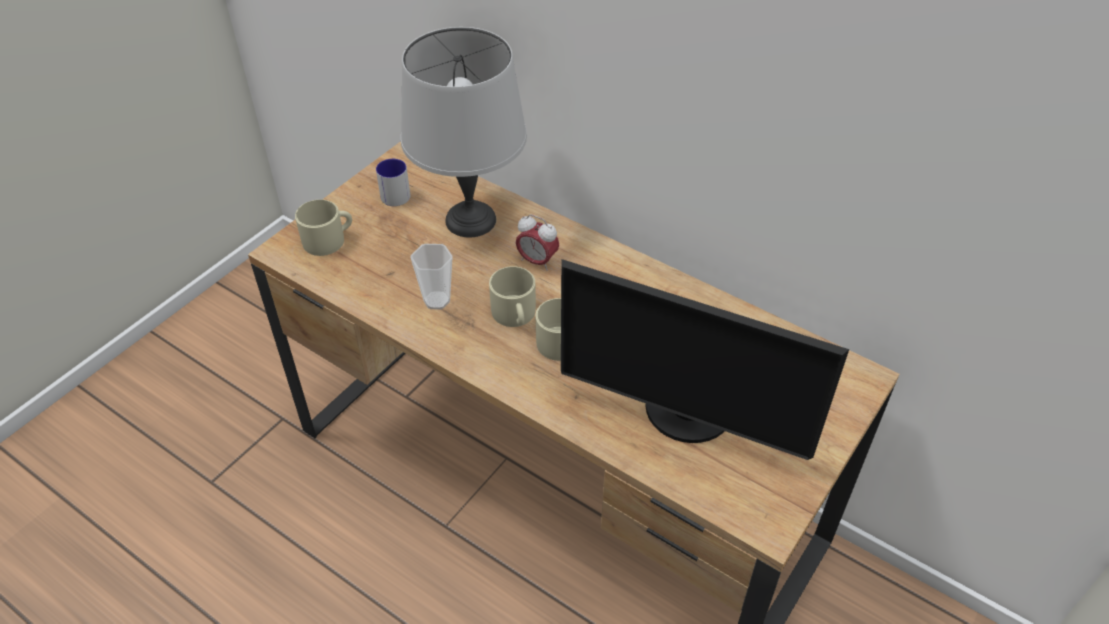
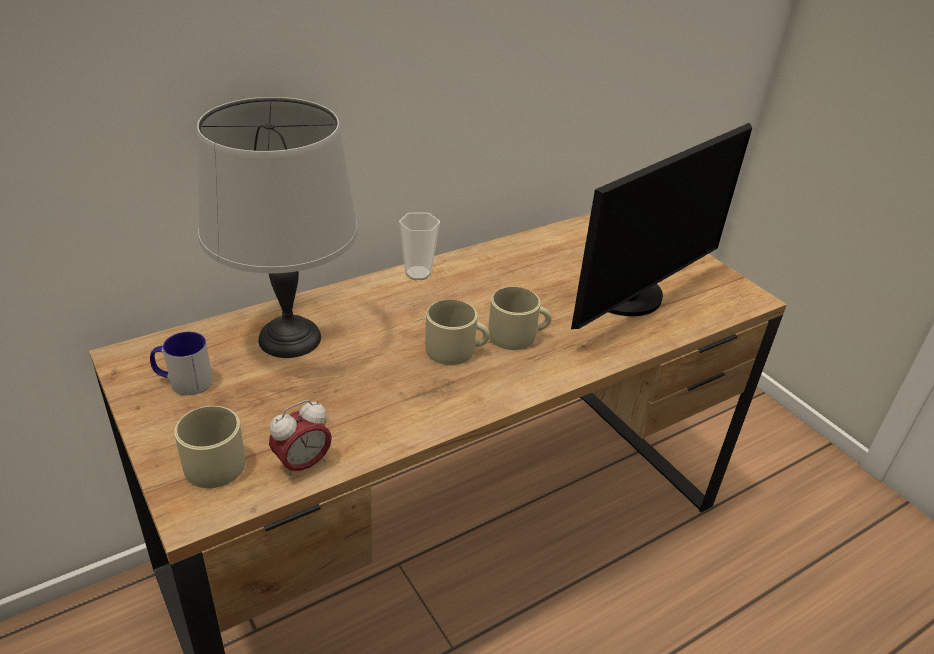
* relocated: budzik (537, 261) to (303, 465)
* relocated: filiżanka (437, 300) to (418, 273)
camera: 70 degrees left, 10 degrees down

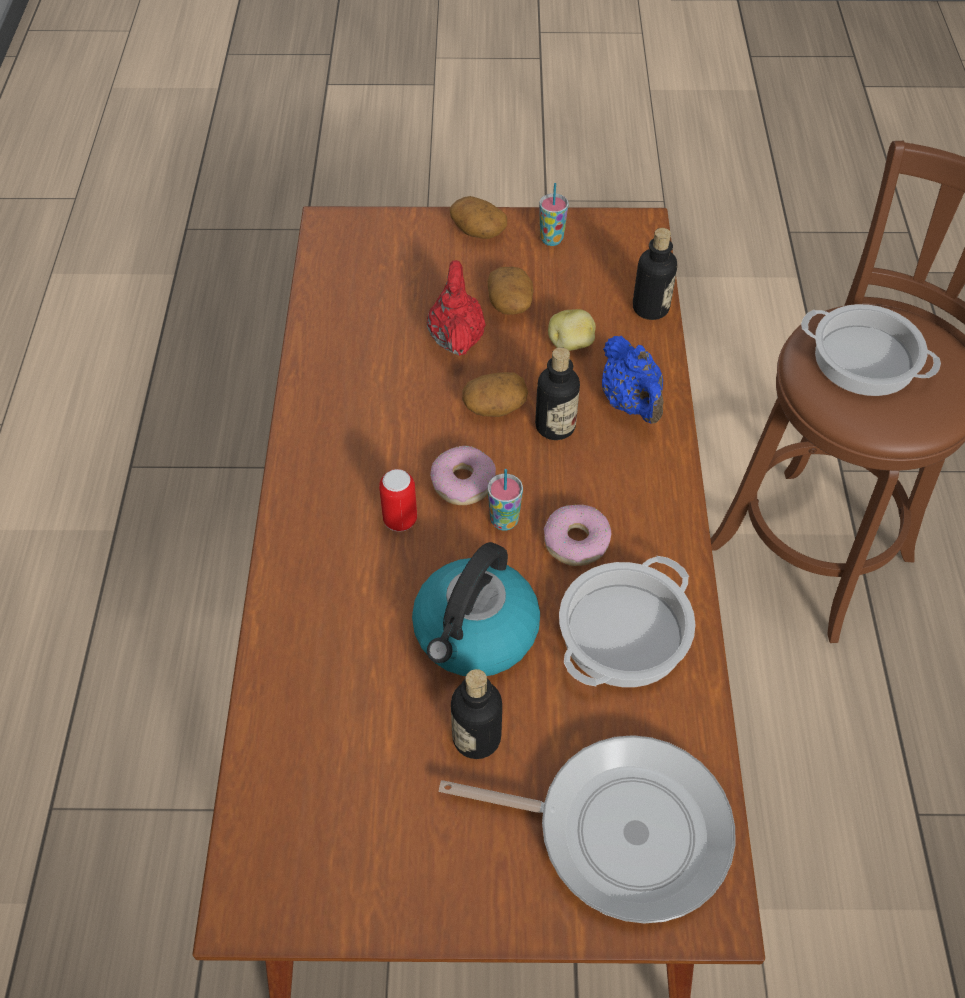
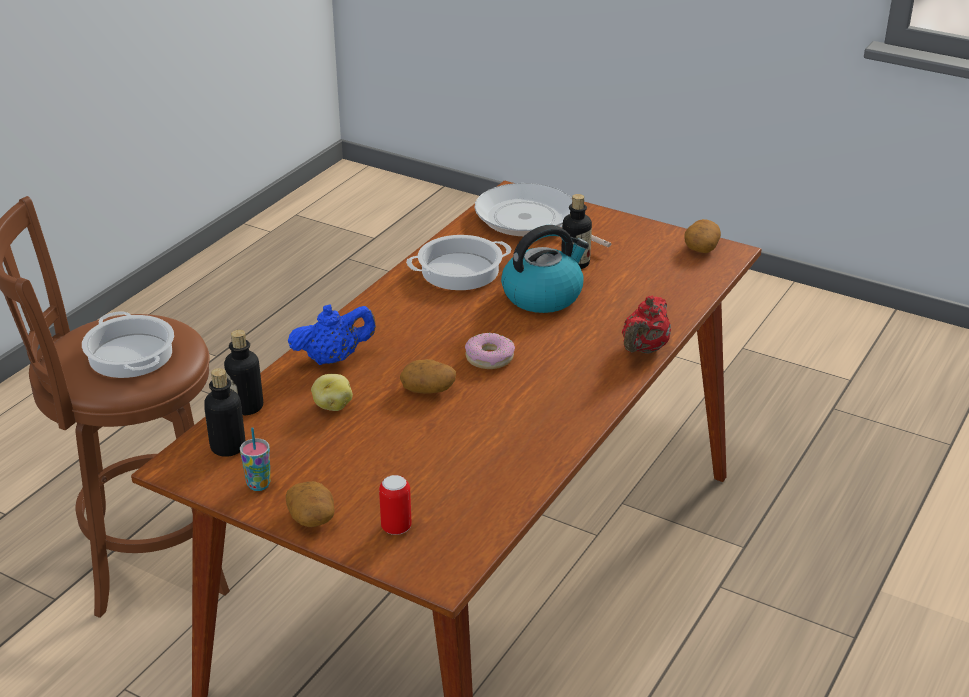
* relocated: butelka (555, 426) to (228, 447)
* spun: imbryk [niebieski] (631, 403) = (333, 358) 60 degrees clockwise
* relocated: puszka (400, 520) to (396, 527)
* relocated: imbryk [czerwony] (456, 338) to (644, 349)
* relocated: ziemniak (510, 303) to (701, 247)
* missing: filiżanka (504, 521)
* missing: donut (576, 541)
camera: 150 degrees left, 20 degrees down

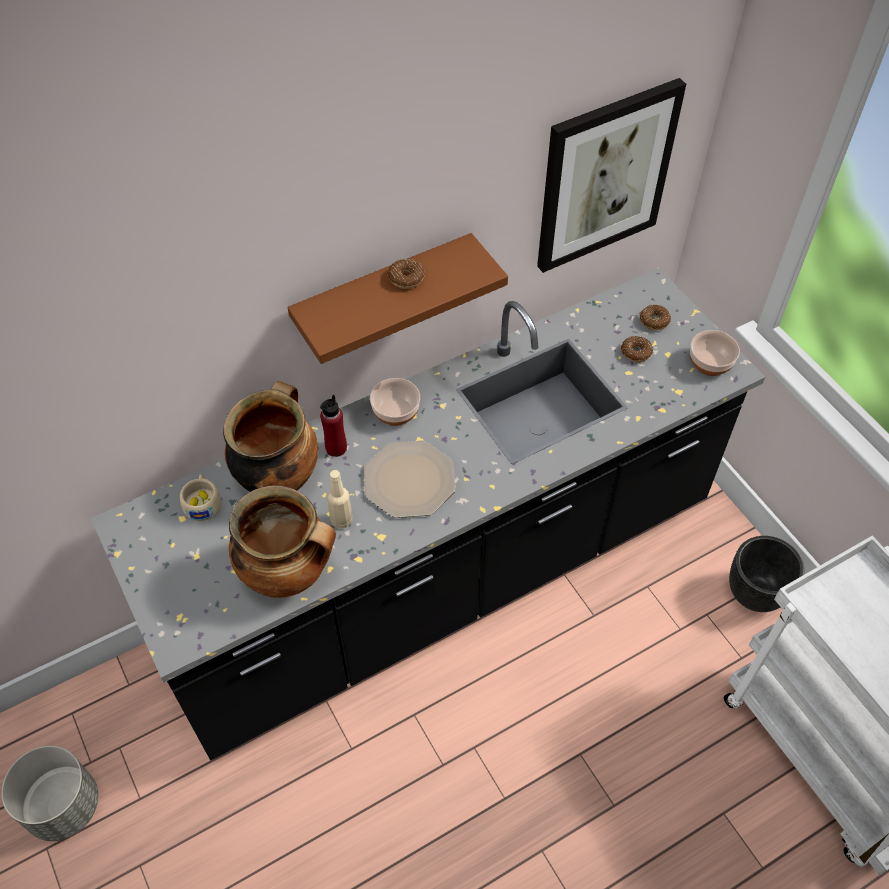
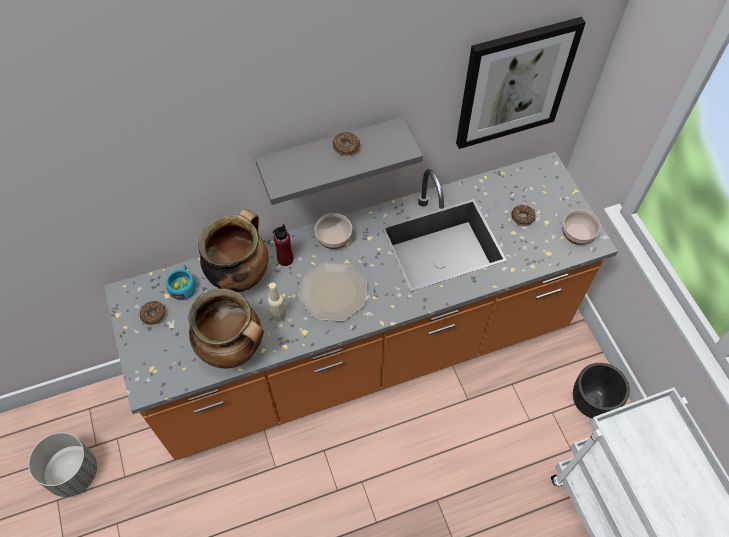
* colour: zabudowa kuchenna [czarny] (444, 580) to zabudowa kuchenna [pomarańczowy] (364, 355)
* relocated: donut (654, 321) to (153, 315)
* colour: filiżanka [beżowy] (203, 502) to filiżanka [turkusowy] (183, 286)
* colour: półka [brązowy] (383, 297) to półka [szary] (331, 156)
camera: 10 degrees right, 5 degrees up

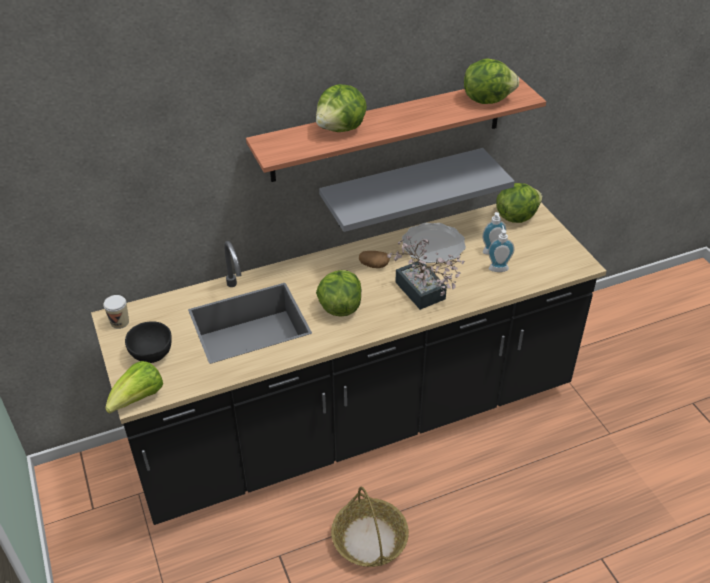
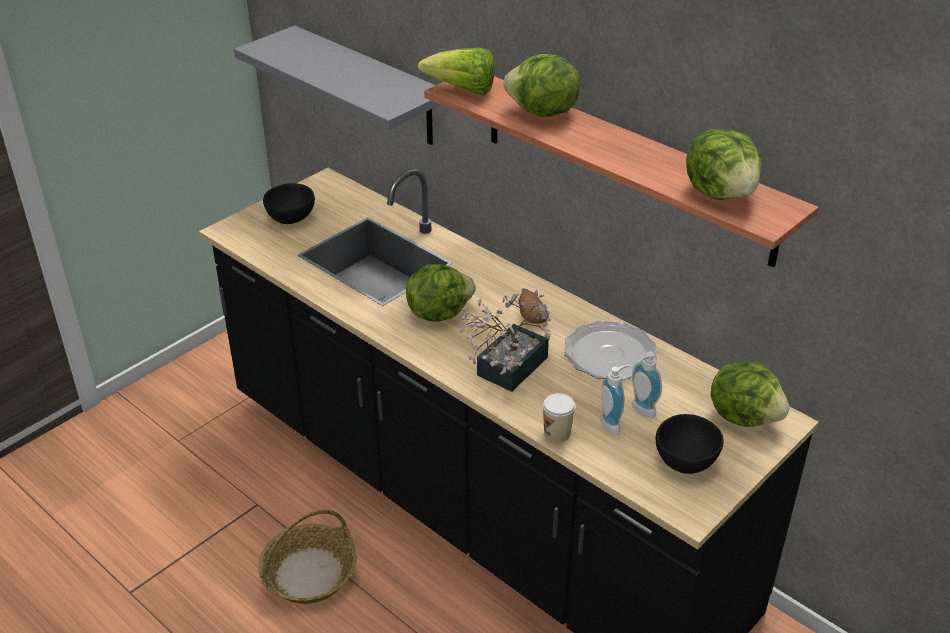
* relocated: półka [szary] (402, 188) to (370, 86)
* relocated: sałata (138, 399) to (462, 90)
* relocated: filiżanka (120, 322) to (557, 433)
* appeared: miska [czarny] (684, 461)
camera: 65 degrees right, 5 degrees down

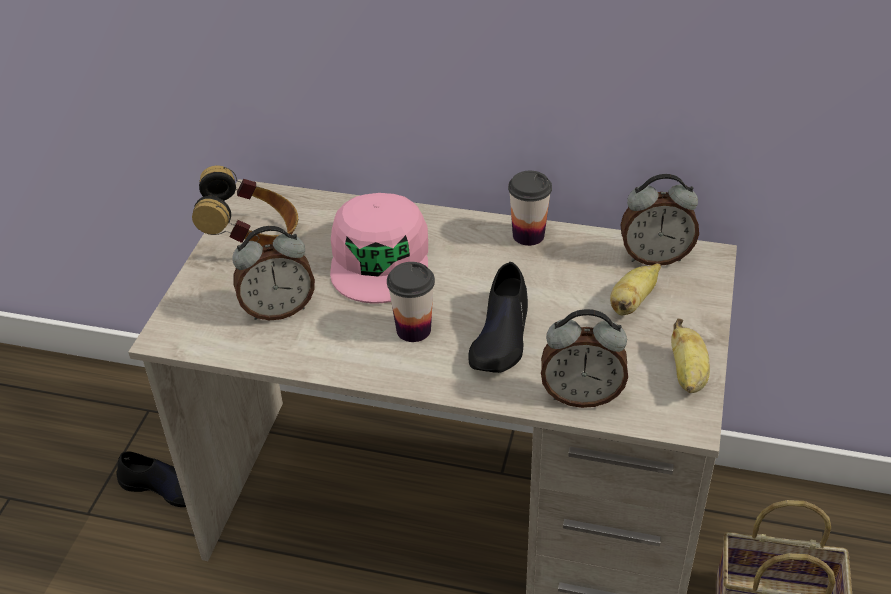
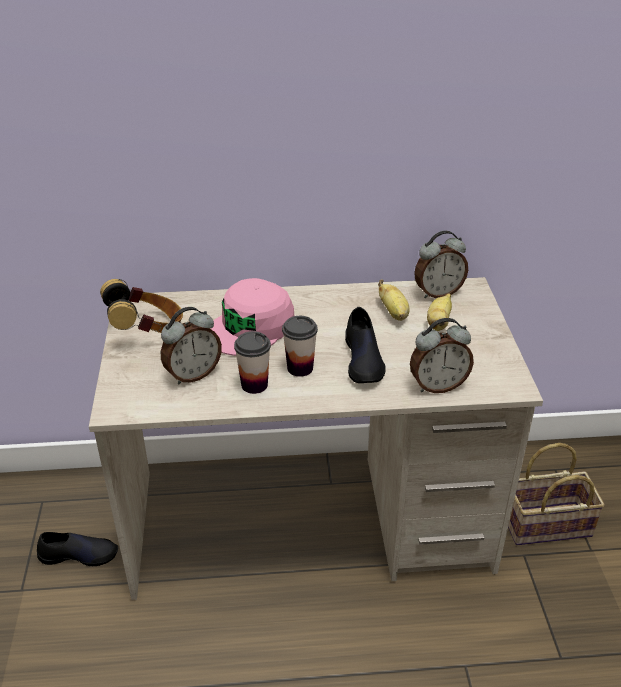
* spun: czapka z daszkiem [różowy] (380, 259) = (251, 327) 60 degrees clockwise
* relocated: filiżanka (528, 235) to (254, 385)
* relocated: banan (687, 375) to (394, 313)
camera: 20 degrees left, 5 degrees down

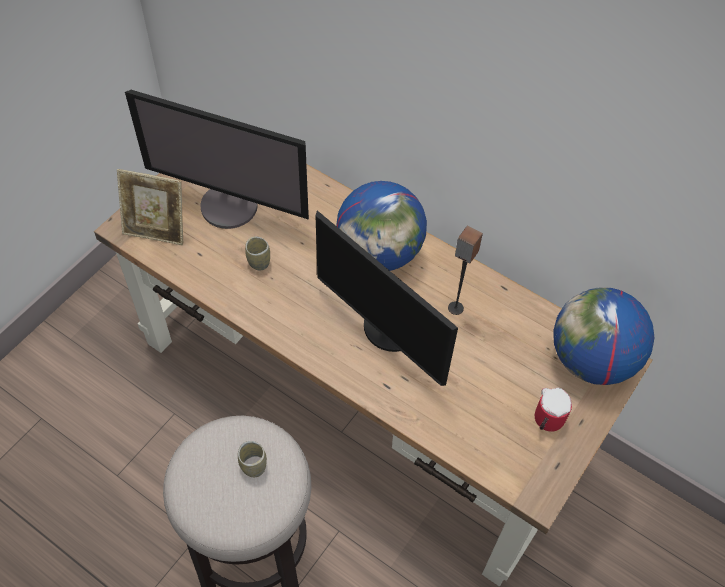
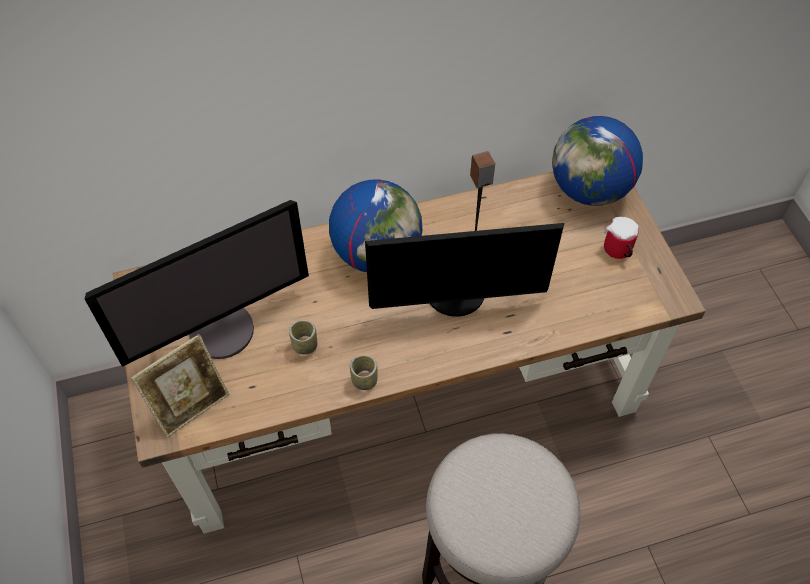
* relocated: filiżanka (253, 466) to (364, 381)
camera: 50 degrees left, 0 degrees up

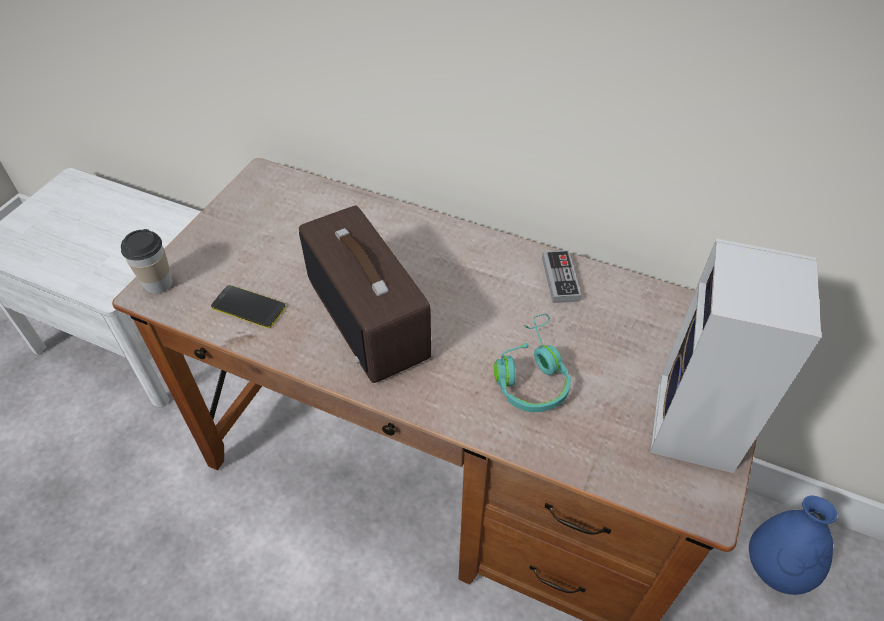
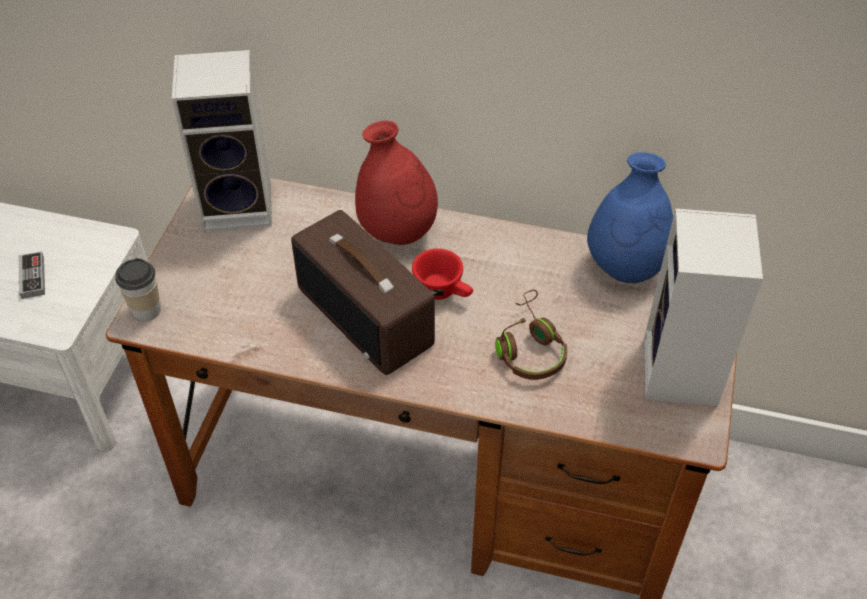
* relocated: pad do gier (560, 279) to (32, 277)
* appeared: głośnik (240, 204)
* appeared: wazon [czerwony] (397, 232)
* appeared: filiżanka [czerwony] (444, 291)
* colour: słuchawki [turkusowy] (531, 374) to słuchawki [brązowy] (529, 347)
* relocated: wazon [niebieski] (775, 568) to (625, 267)
* missing: telefon (248, 307)
camera: 10 degrees left, 0 degrees up

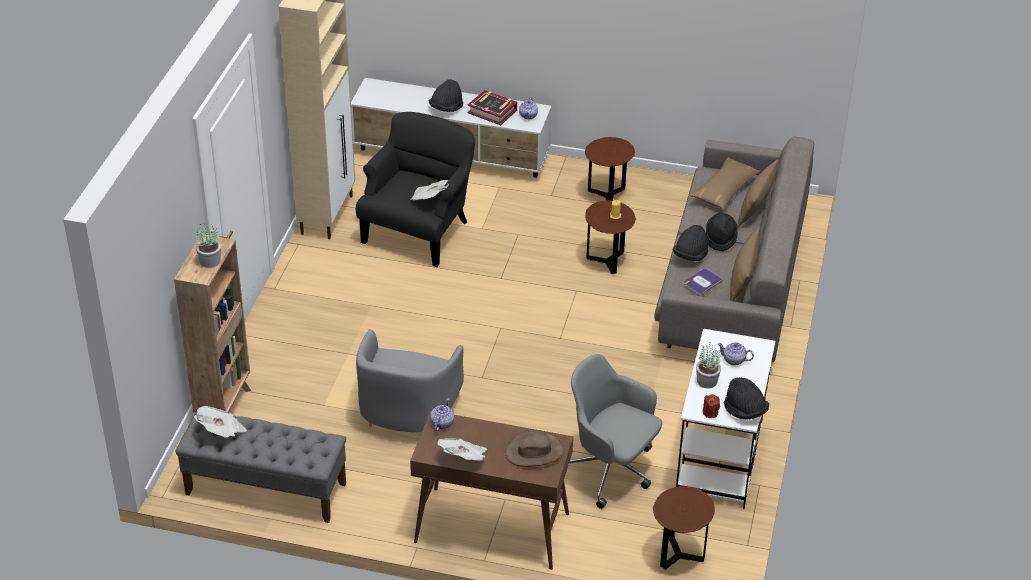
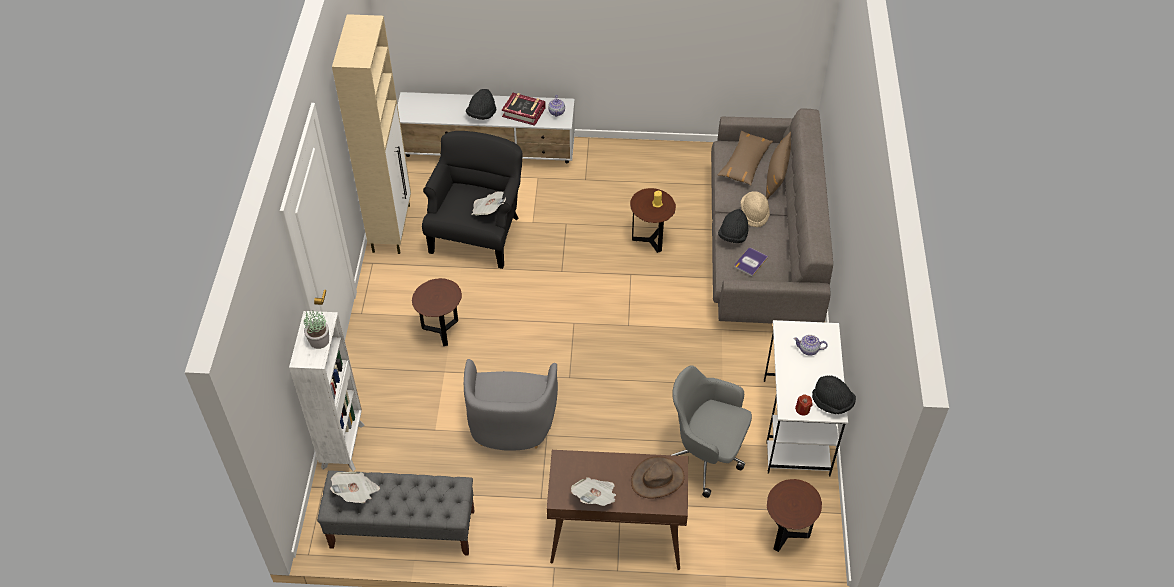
* colour: regał [brązowy] (224, 405) to regał [biały] (343, 445)
* relocated: stolik [brązowy] (607, 196) to (441, 331)
* colour: kapelusz [czarny] (720, 238) to kapelusz [beżowy] (754, 214)
* missing: imbryk (441, 423)
* missing: roślina doniczkowa (706, 381)
* missing: poduszka [brązowy] (743, 280)
camera: 10 degrees left, 10 degrees up

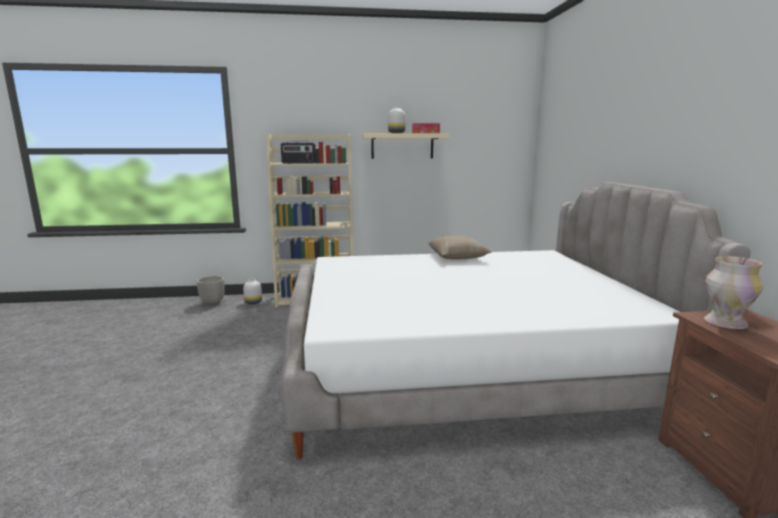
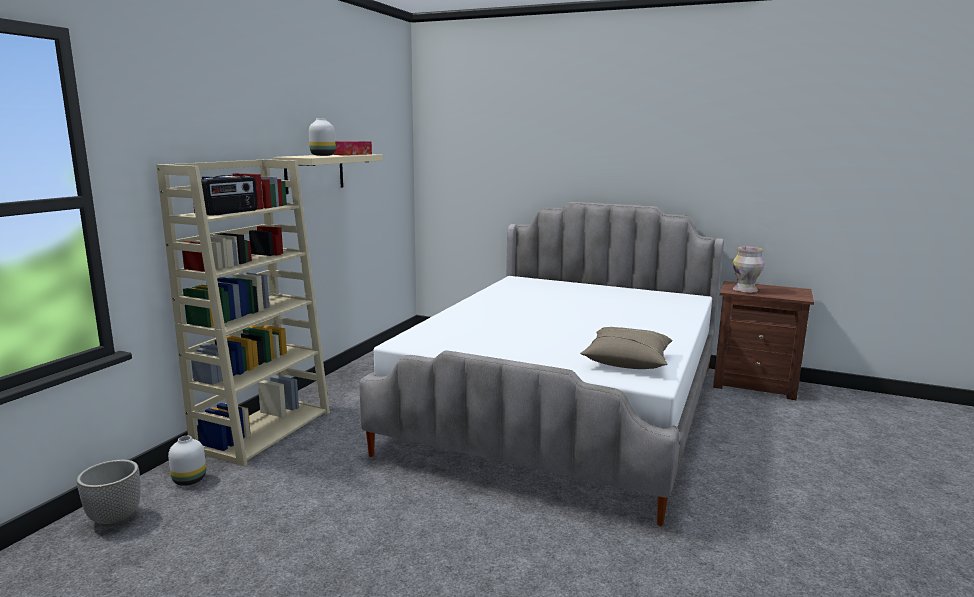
* relocated: poduszka [beżowy] (458, 257) to (627, 361)
camera: 60 degrees left, 0 degrees up

